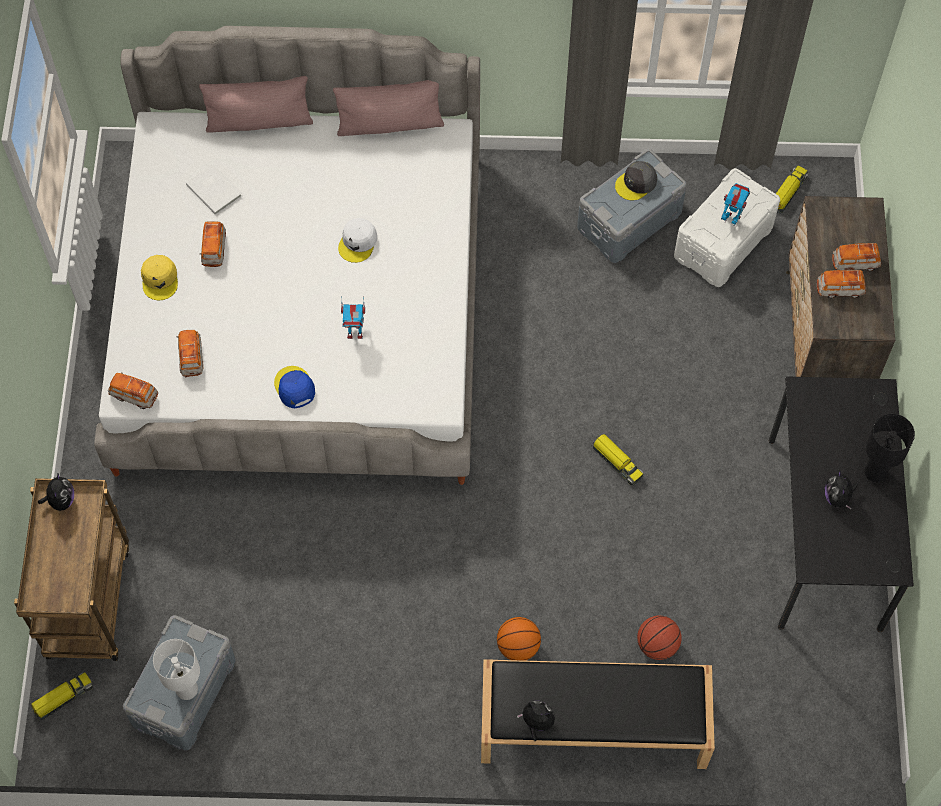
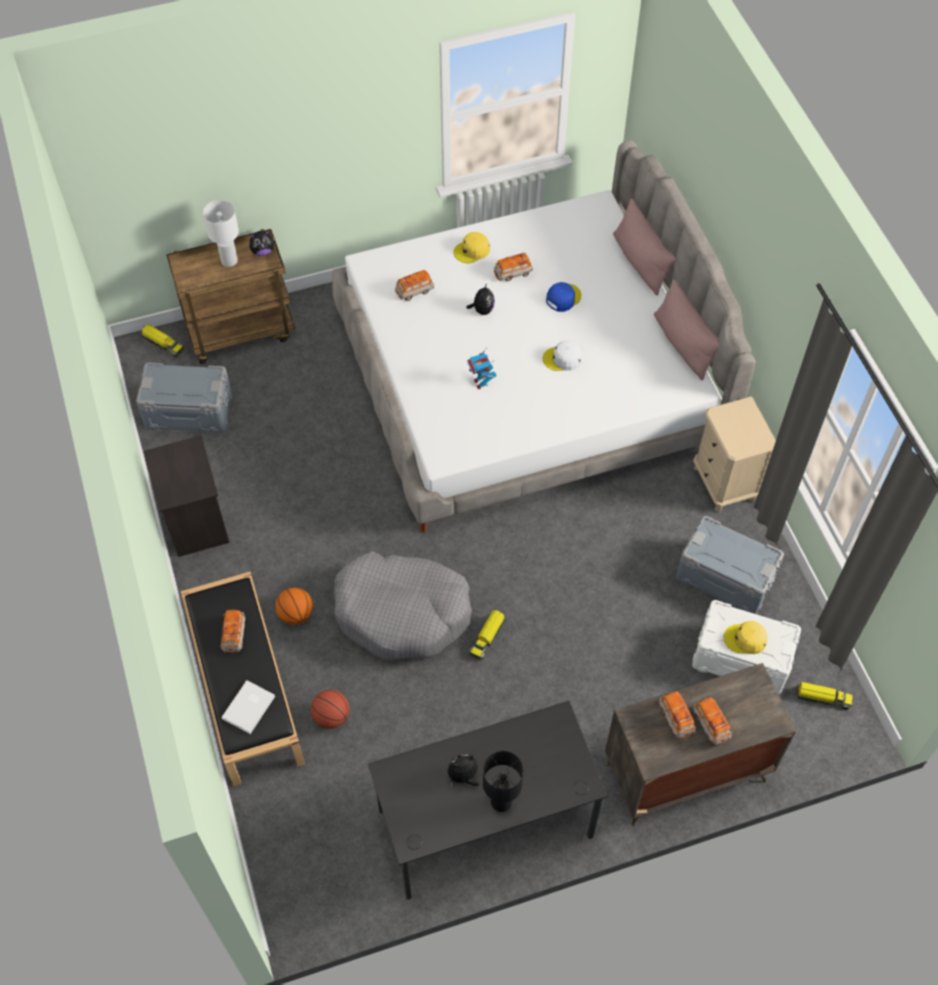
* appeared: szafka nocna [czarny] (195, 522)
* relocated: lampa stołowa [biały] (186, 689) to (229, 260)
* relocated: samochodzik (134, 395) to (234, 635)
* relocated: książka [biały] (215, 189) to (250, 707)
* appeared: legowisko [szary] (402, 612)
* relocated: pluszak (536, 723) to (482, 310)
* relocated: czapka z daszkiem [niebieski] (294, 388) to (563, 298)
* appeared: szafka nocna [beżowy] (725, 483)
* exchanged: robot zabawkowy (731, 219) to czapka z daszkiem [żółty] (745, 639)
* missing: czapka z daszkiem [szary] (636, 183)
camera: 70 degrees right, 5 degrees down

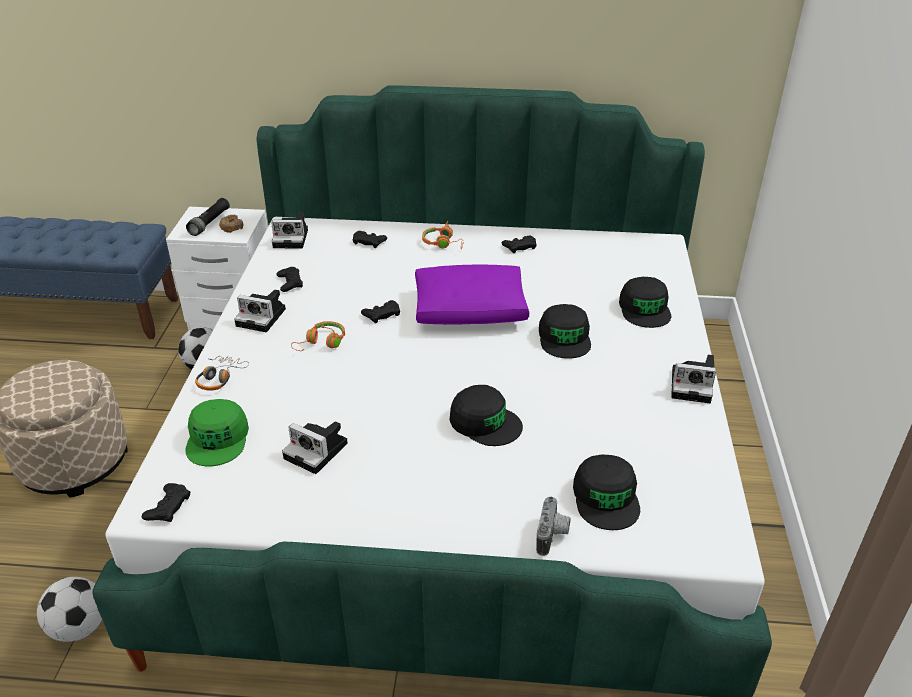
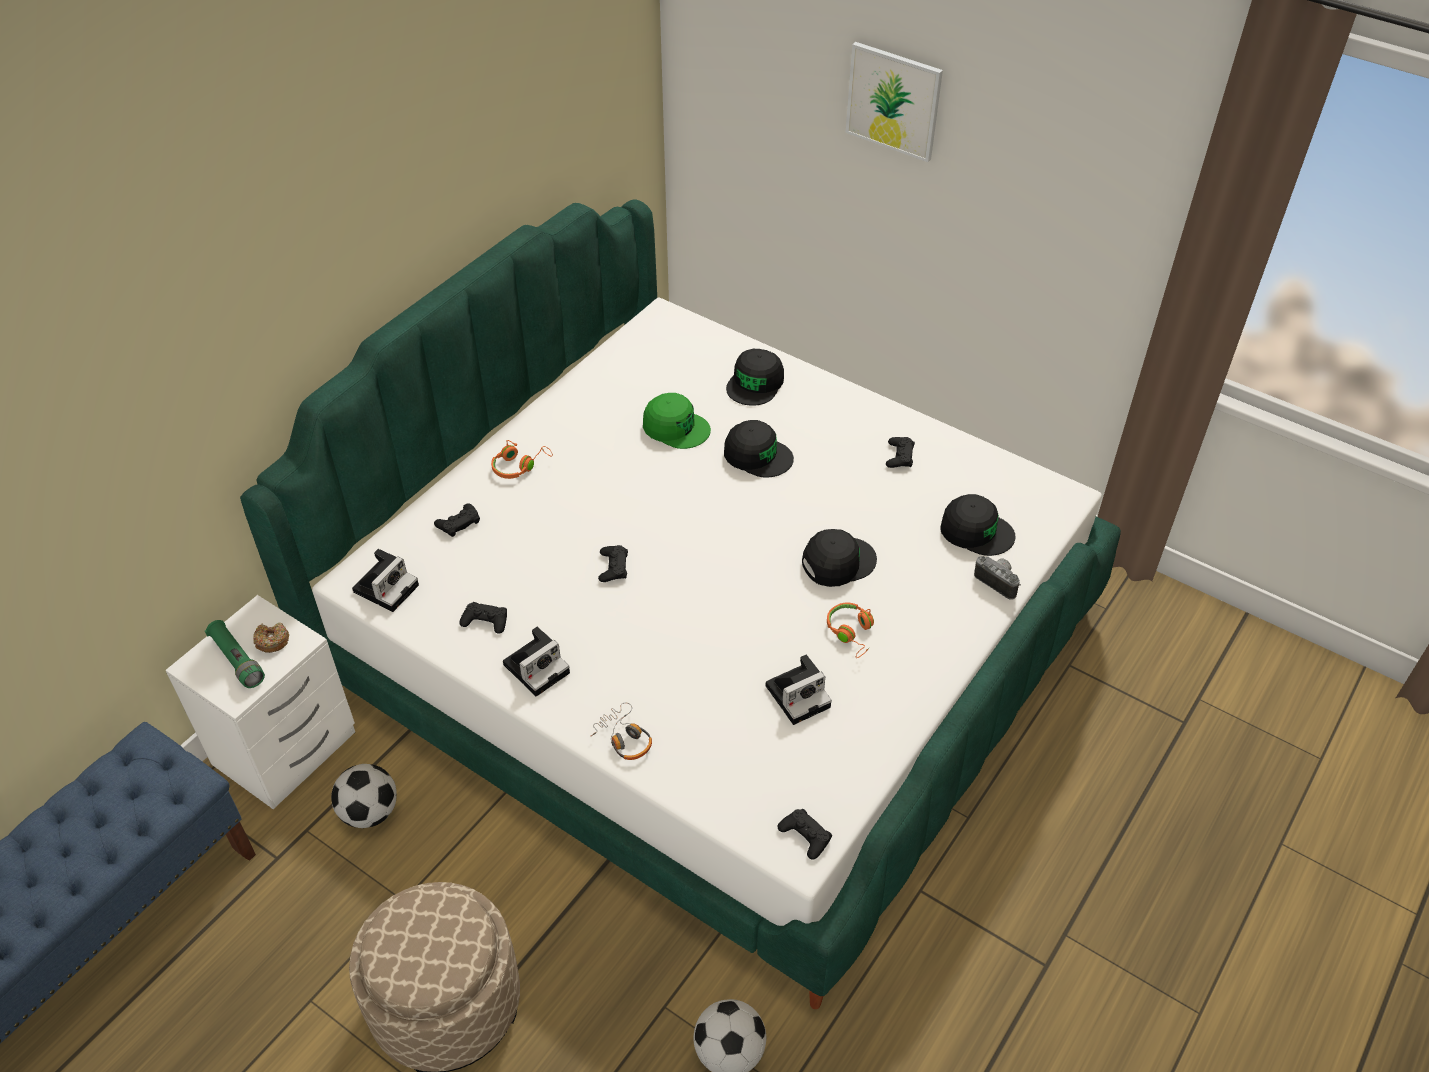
* colour: latarka [czarny] (210, 223) to latarka [zielony] (237, 660)
* relocated: czapka z daszkiem [zielony] (218, 438) to (675, 427)
* spun: czapka z daszkiem [czarny] (645, 309) = (755, 383) 90 degrees clockwise
* relocated: słuchawki [pomarańczowy] (322, 343) to (851, 633)
* appeared: obraz (893, 101)
* relocated: pad do gier [czarny] (519, 246) to (899, 456)
* missing: poduszka [fioletowy] (471, 309)
* missing: aparat fotograficzny (693, 385)
camera: 60 degrees left, 10 degrees up

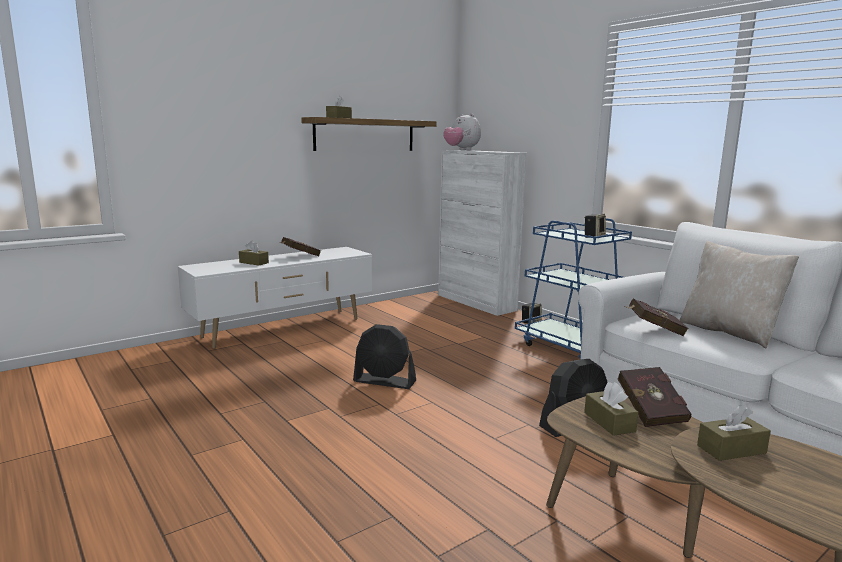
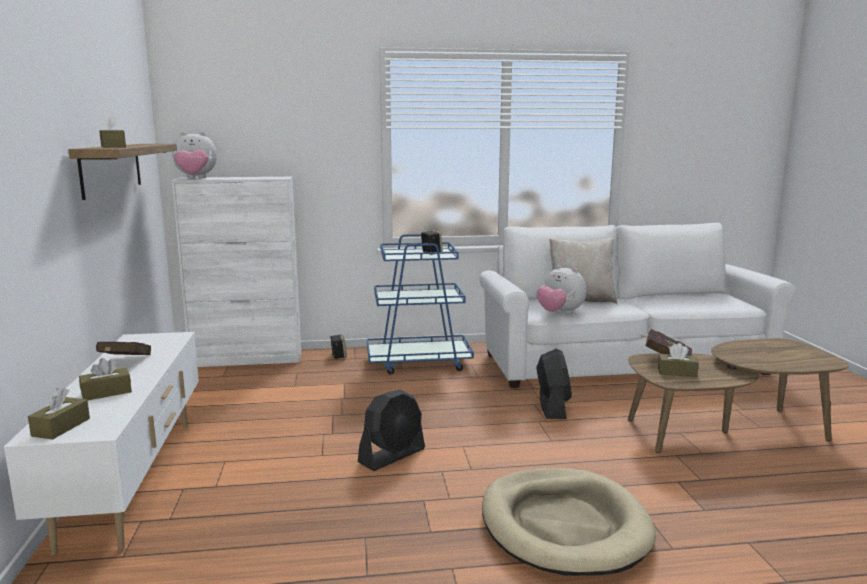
* relocated: pudełko chusteczek [brązowy] (731, 449) to (61, 427)
* appeared: legowisko [beżowy] (564, 526)
* exchanged: książka [czerwony] (653, 330) to pluszak (560, 313)
camera: 60 degrees left, 0 degrees up

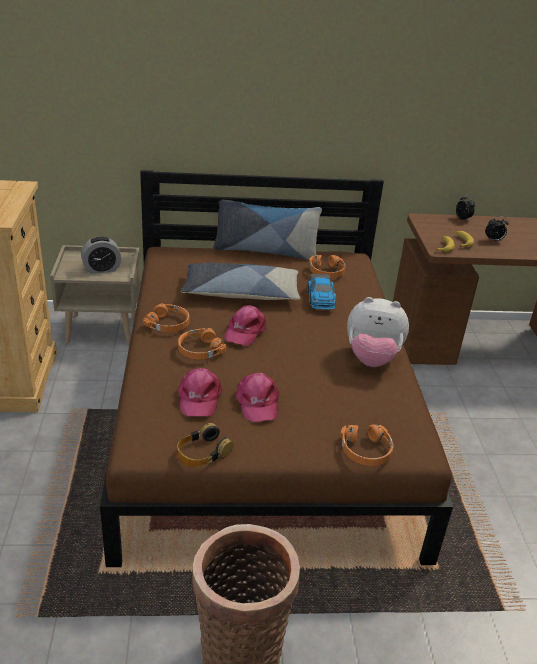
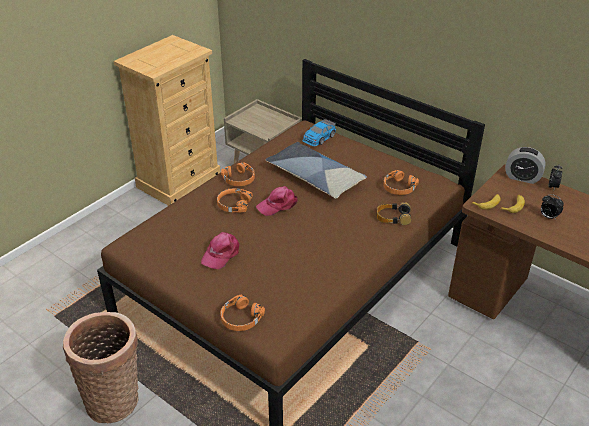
* relocated: samochodzik (320, 298) to (319, 138)
* relocated: słuchawki (202, 452) to (393, 217)
* relocated: budzik (102, 269) to (522, 177)
* missing: czapka z daszkiem [różowy] (199, 398)
* missing: poduszka (265, 251)
* missing: pluszak (372, 359)
camera: 45 degrees right, 5 degrees up

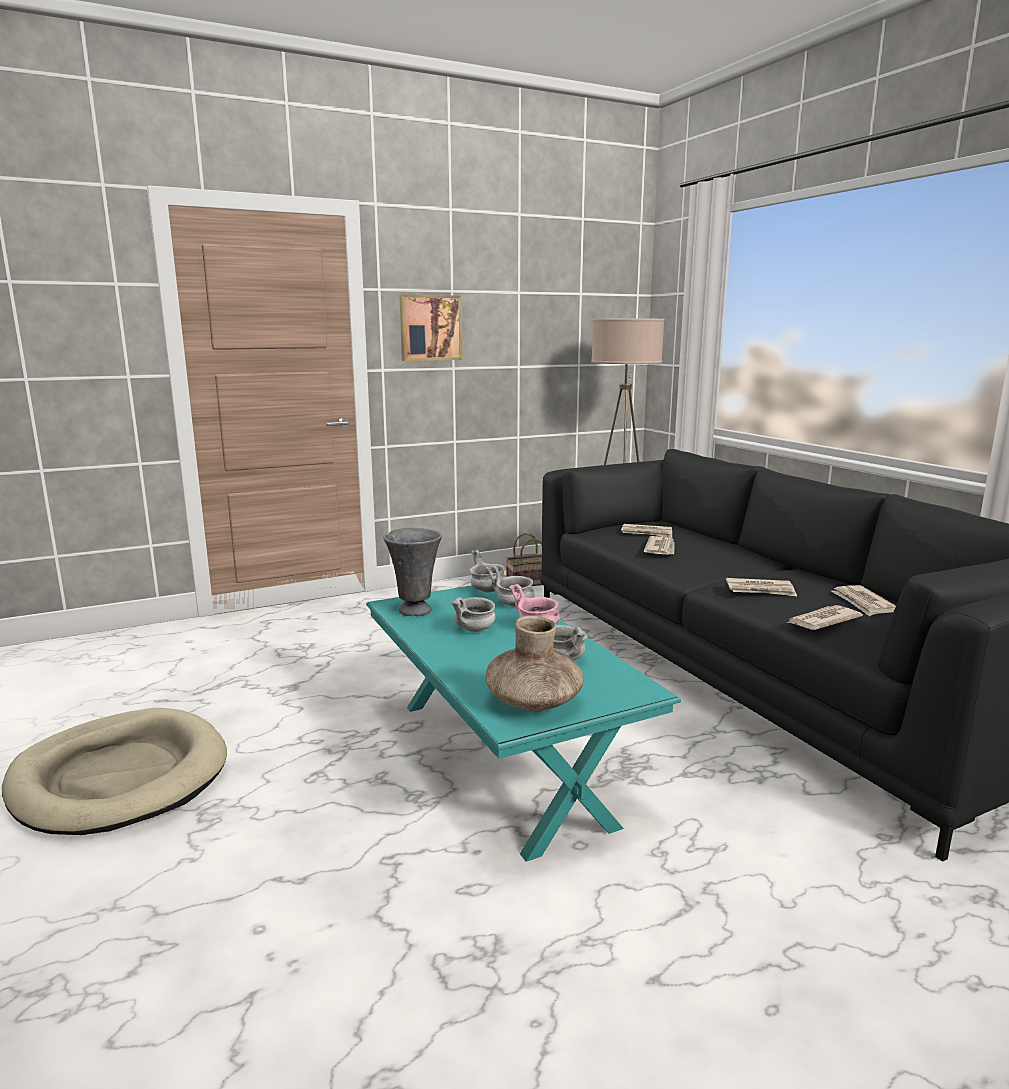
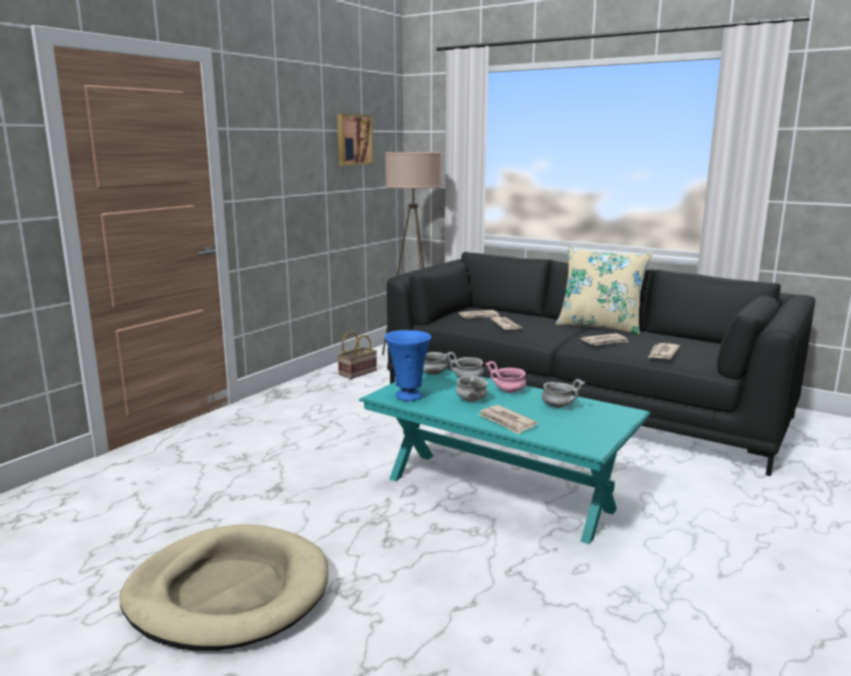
* relocated: obraz (430, 328) to (353, 140)
* colour: wazon [szary] (415, 610) to wazon [niebieski] (408, 396)
* relocated: gazeta (863, 603) to (507, 422)
* appeared: poduszka [beżowy] (600, 326)
* missing: wazon [brązowy] (534, 702)
camera: 30 degrees left, 0 degrees up

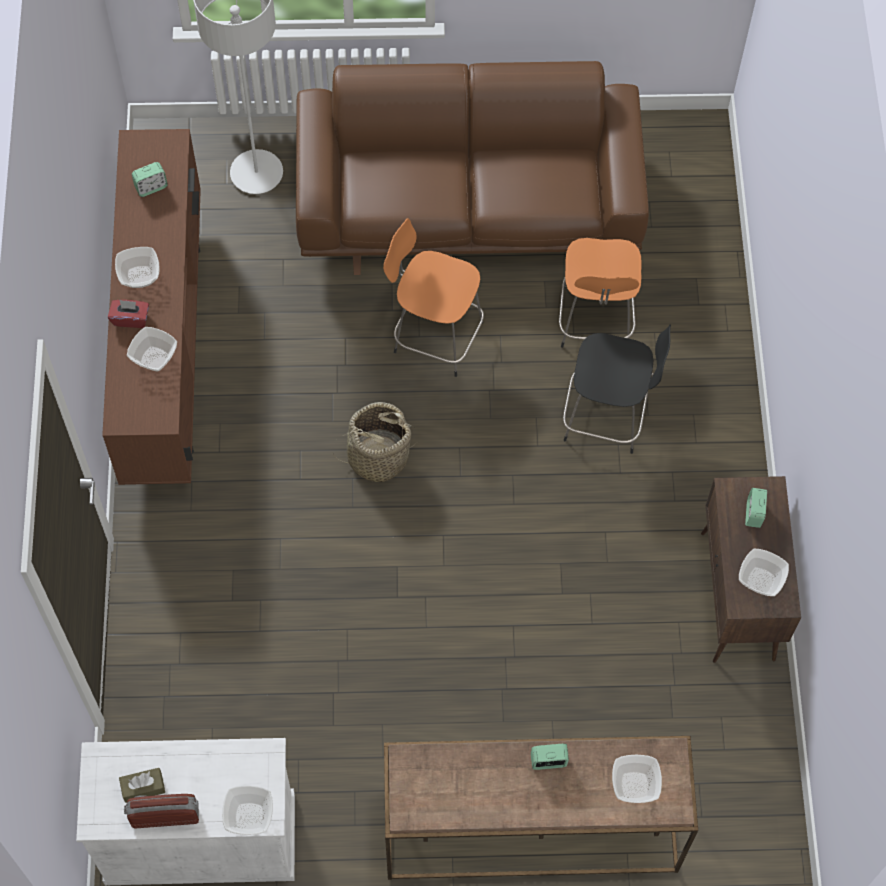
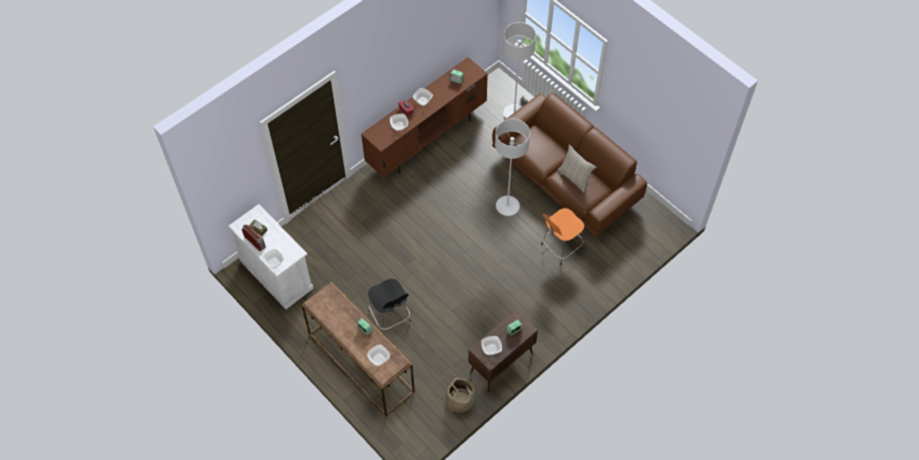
* relocated: stołek [czarny] (607, 417) to (390, 317)
* relocated: koszyk (377, 456) to (460, 401)
* exchanged: stołek [pomarańczowy] (435, 335) to lampa stojąca [szary] (507, 206)
* appeared: poduszka [beżowy] (575, 178)
camera: 50 degrees right, 5 degrees down

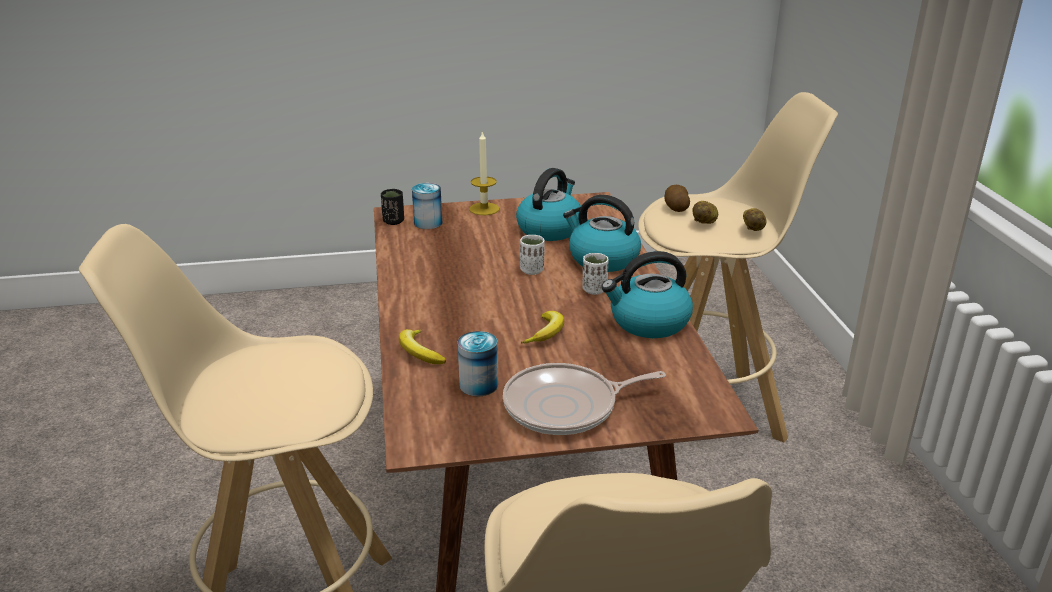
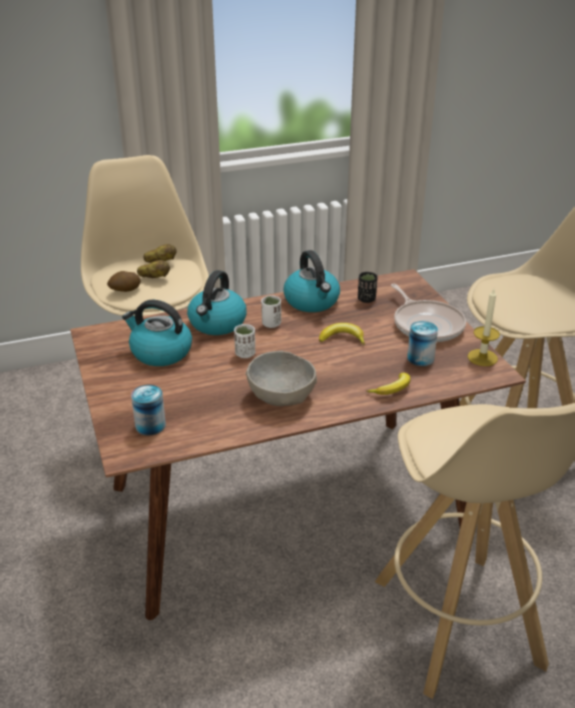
* appeared: miska [szary] (282, 395)
* relocated: filiżanka [czarny] (393, 221) to (366, 299)
* relocated: świeca (484, 209) to (482, 357)
camera: 100 degrees left, 5 degrees up

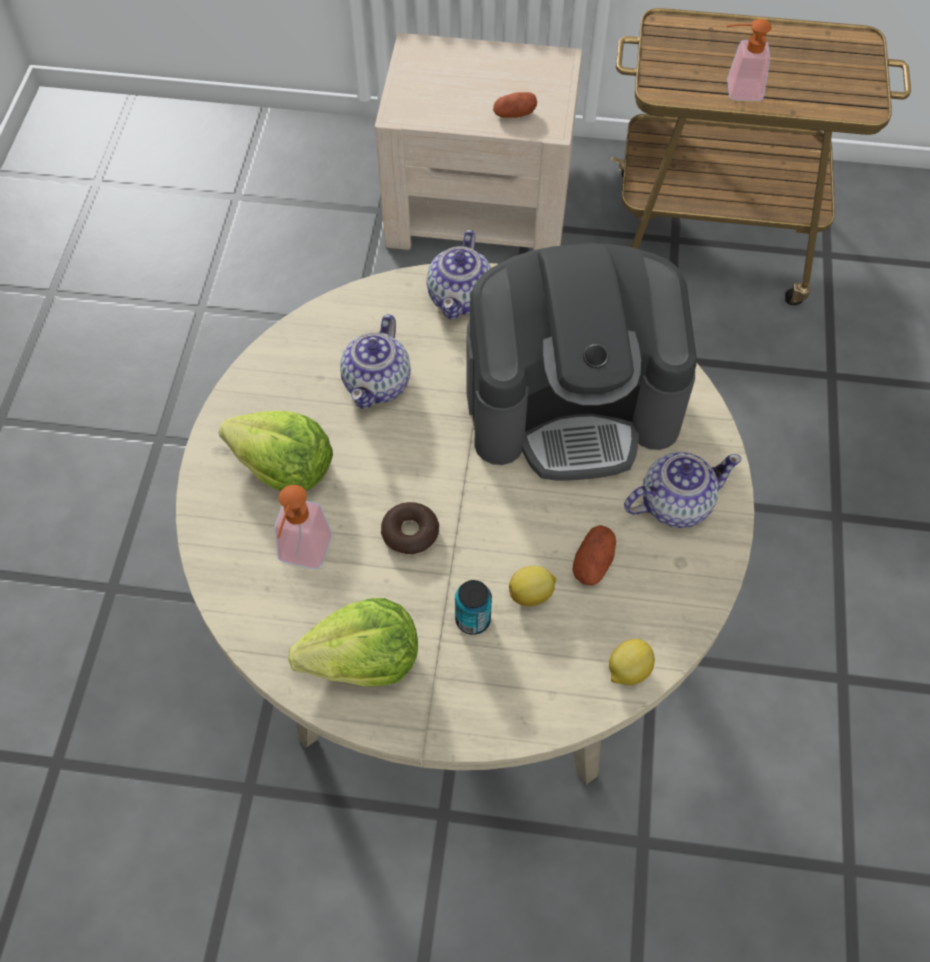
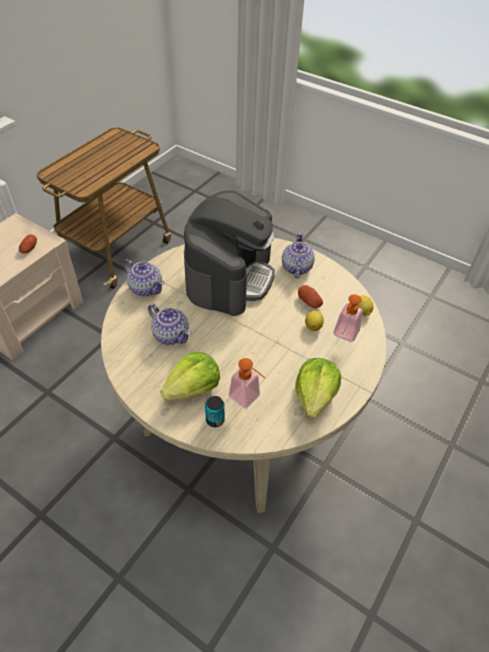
* relocated: puszka (473, 619) to (215, 420)
* relocated: dozownik mydła (736, 90) to (344, 336)
* missing: donut (410, 534)
camera: 65 degrees left, 10 degrees down

